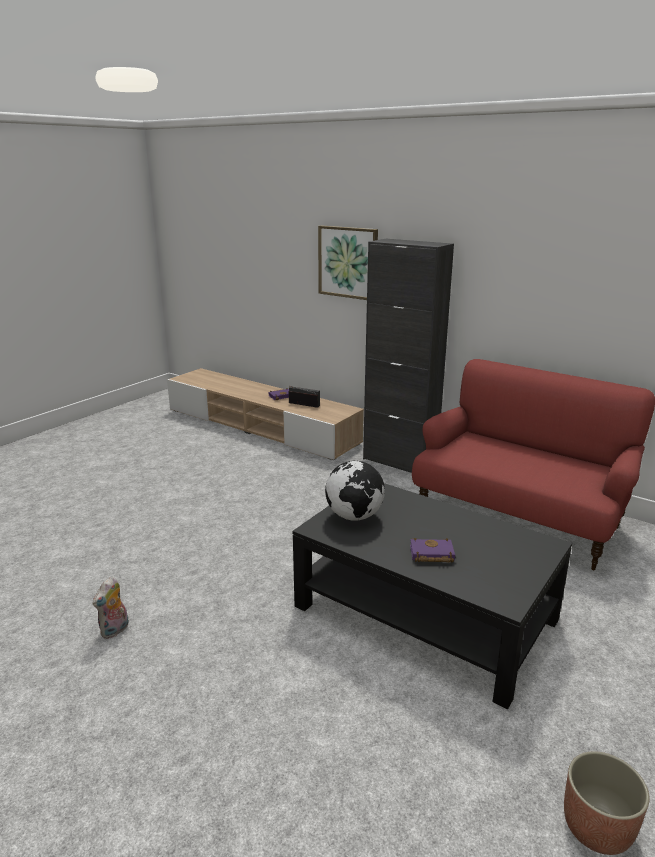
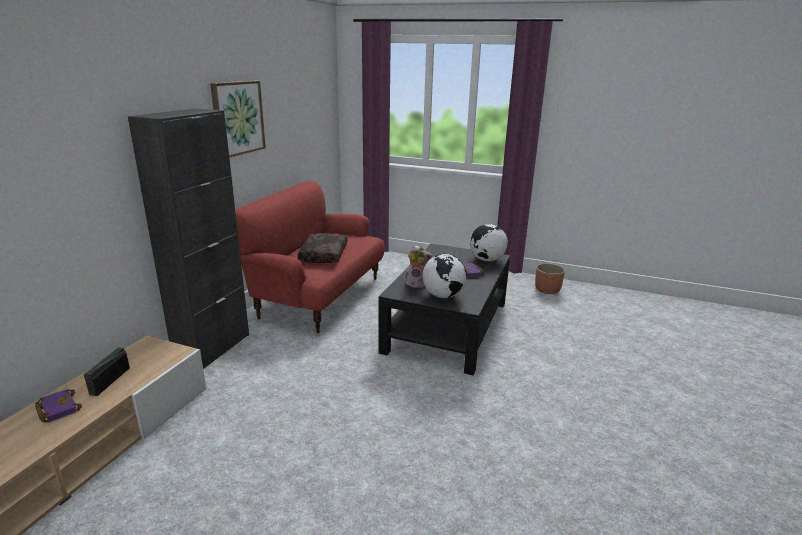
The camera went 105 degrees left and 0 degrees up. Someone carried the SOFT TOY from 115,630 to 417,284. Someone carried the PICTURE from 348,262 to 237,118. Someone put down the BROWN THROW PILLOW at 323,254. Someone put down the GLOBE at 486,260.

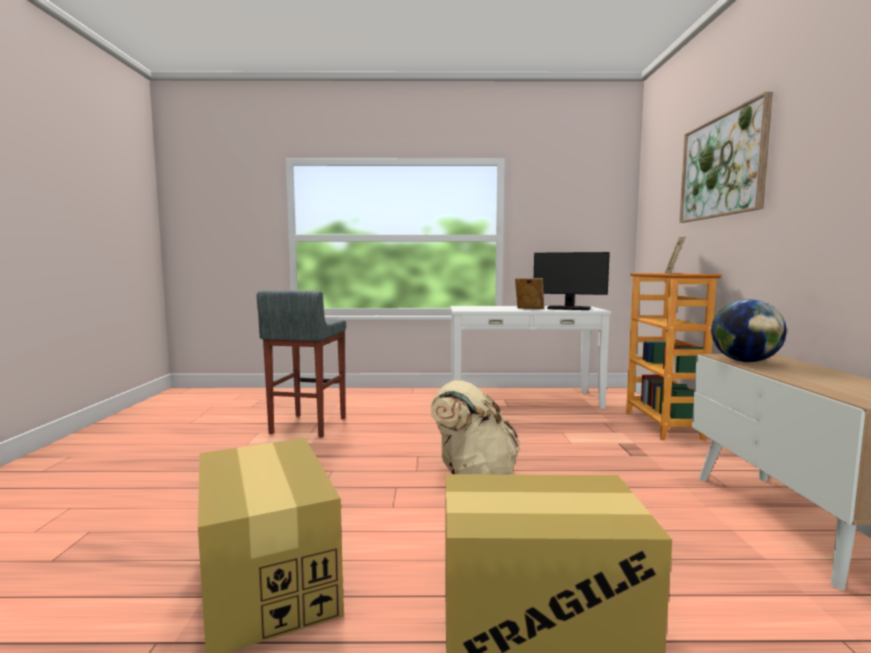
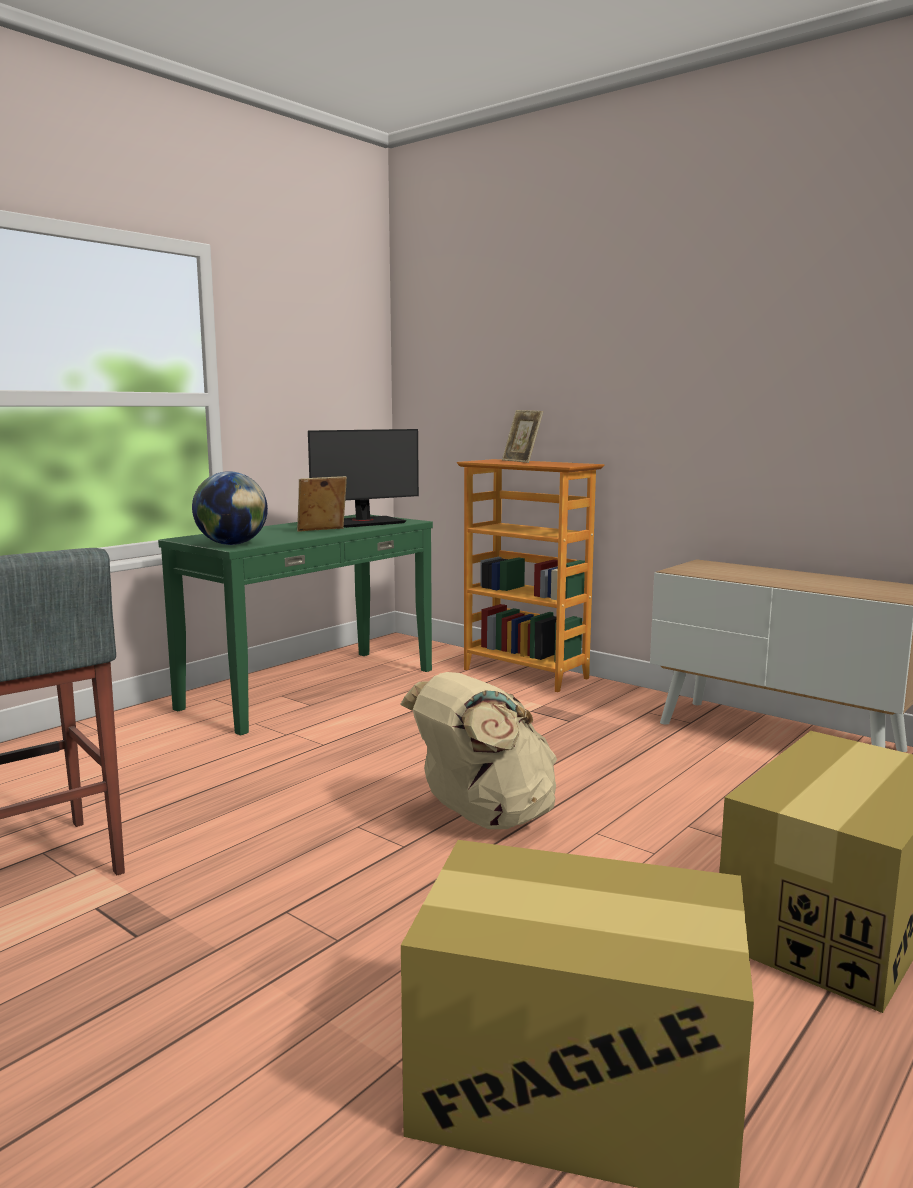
The camera went 50 degrees left and 5 degrees up. Someone repainted the WHITE-COLOURED NARROW TABLE at 523,400, which became the GREENISH NARROW TABLE at 310,688. Someone took away the PICTURE at 722,166. Someone carried the GLOBE from 745,361 to 232,544.

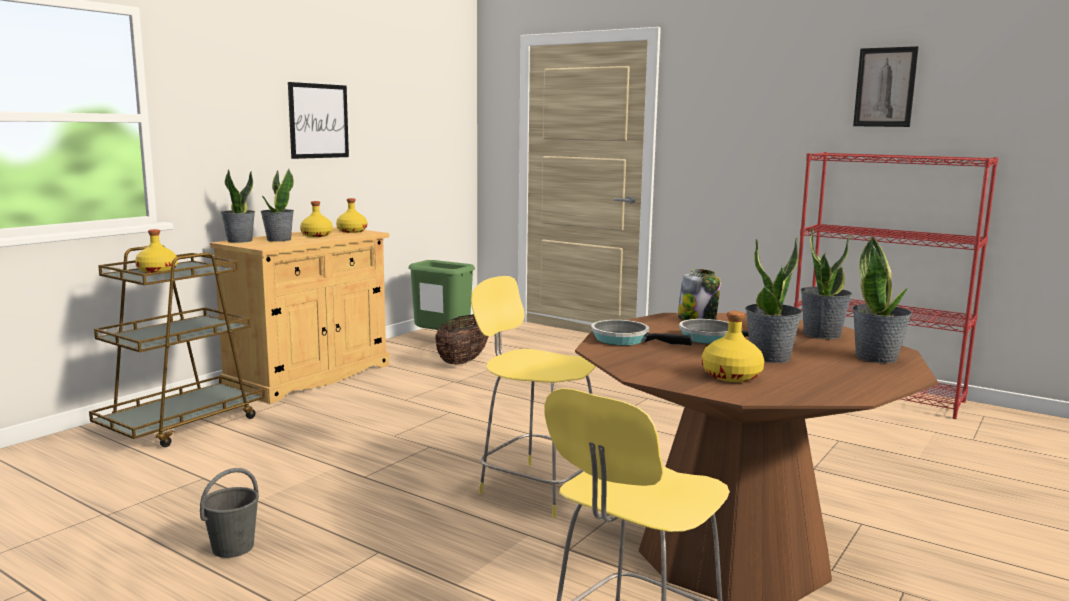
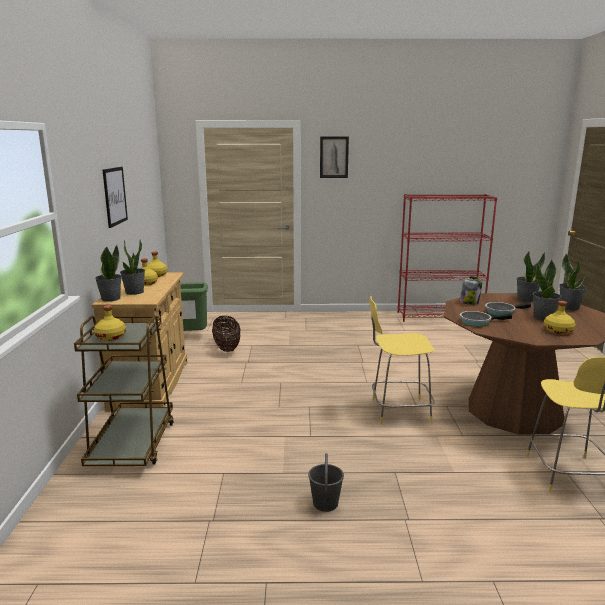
The camera went 35 degrees left and 5 degrees up. Someone carried the PICTURE from 885,87 to 334,157.

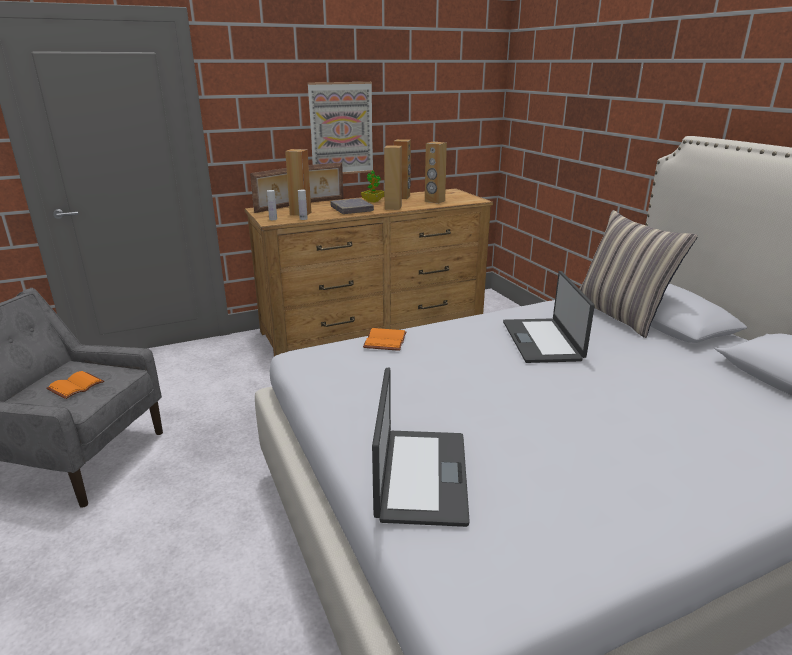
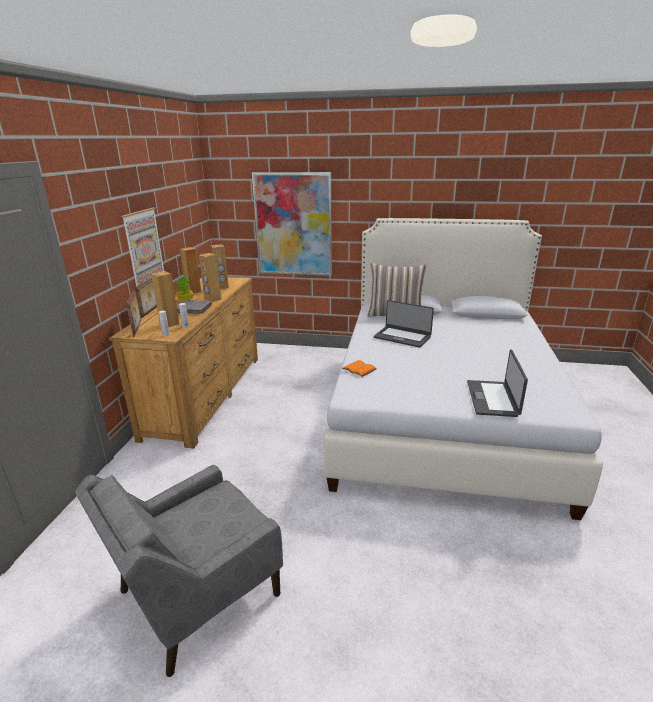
The camera went 55 degrees left and 0 degrees up. Someone took away the ORANGEY BOUND BOOK at 76,385. Someone rotated the LAPTOP at 420,475 by 120 degrees counterclockwise. Someone put up the PICTURE at 293,225.

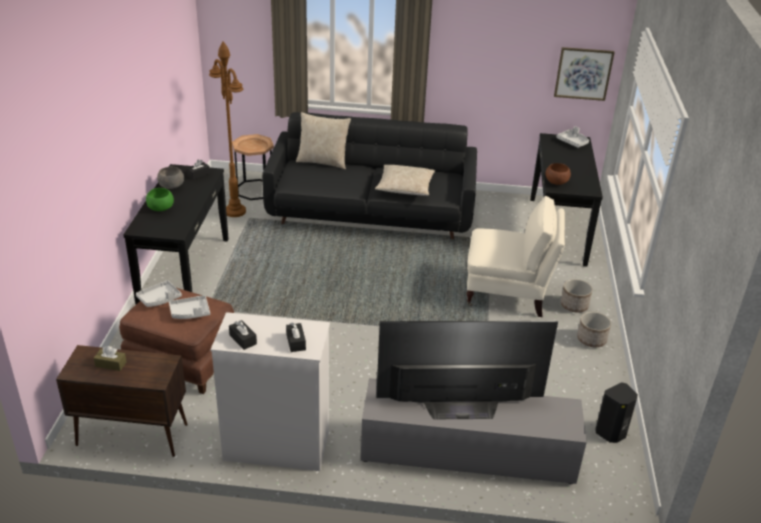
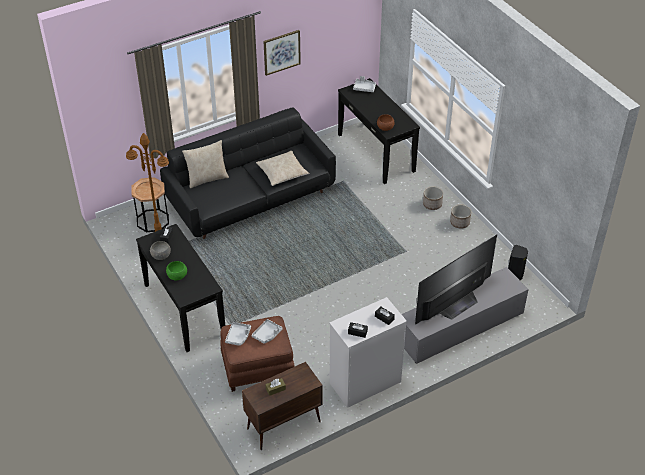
The camera went 35 degrees left and 10 degrees up. Someone took away the BEIGE-COLOURED ARMCHAIR at 508,293. Someone carried the PICTURE from 583,73 to 281,52.

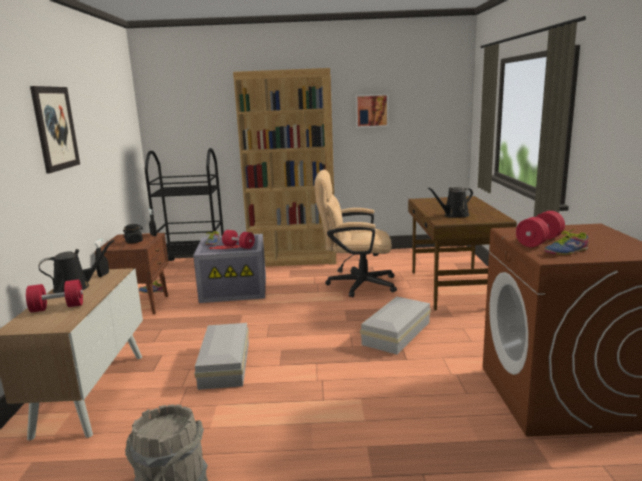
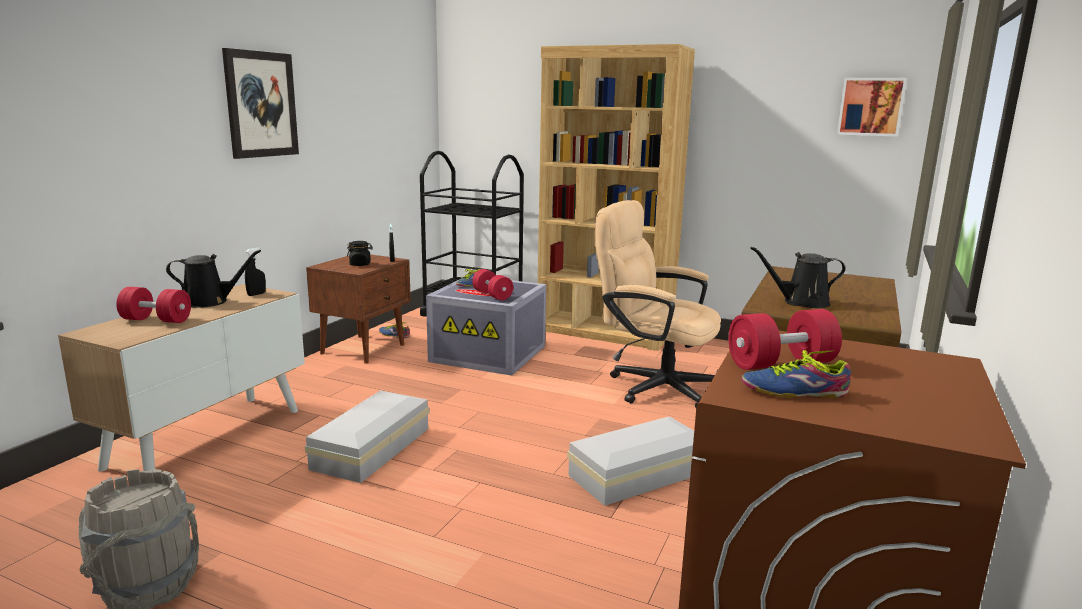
The camera went 25 degrees right and 0 degrees up. Someone carried the PICTURE from 371,110 to 871,107.

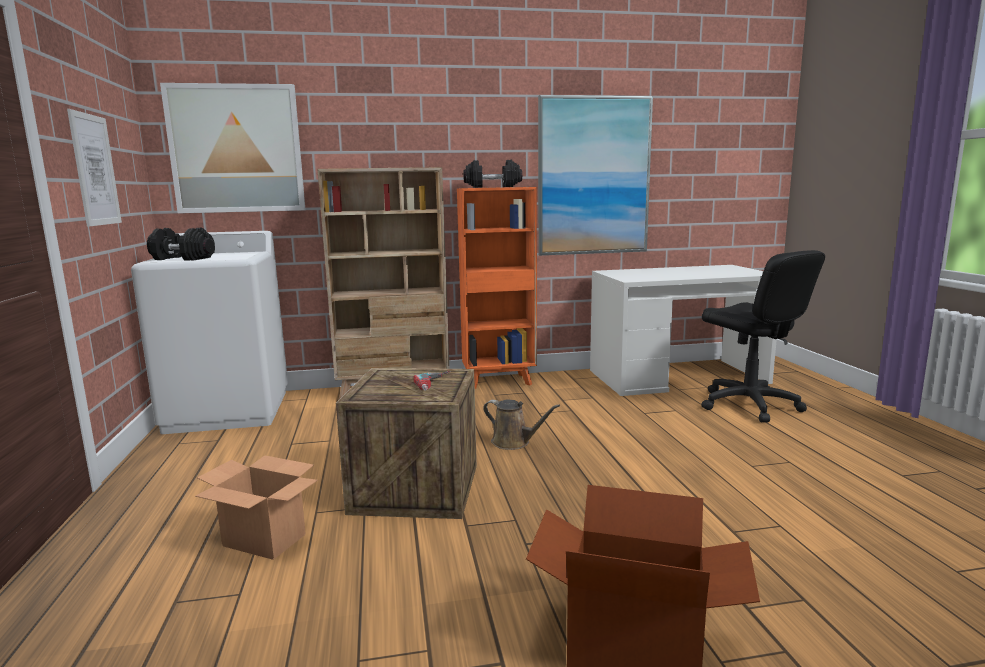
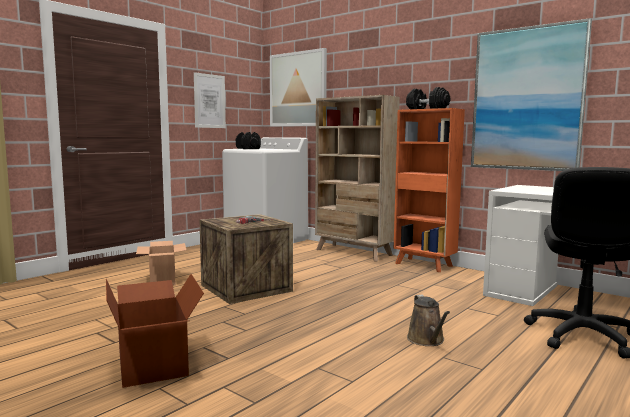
The camera went 50 degrees right and 5 degrees down. Someone carried the BROWN WATERING POT from 514,442 to 427,340.

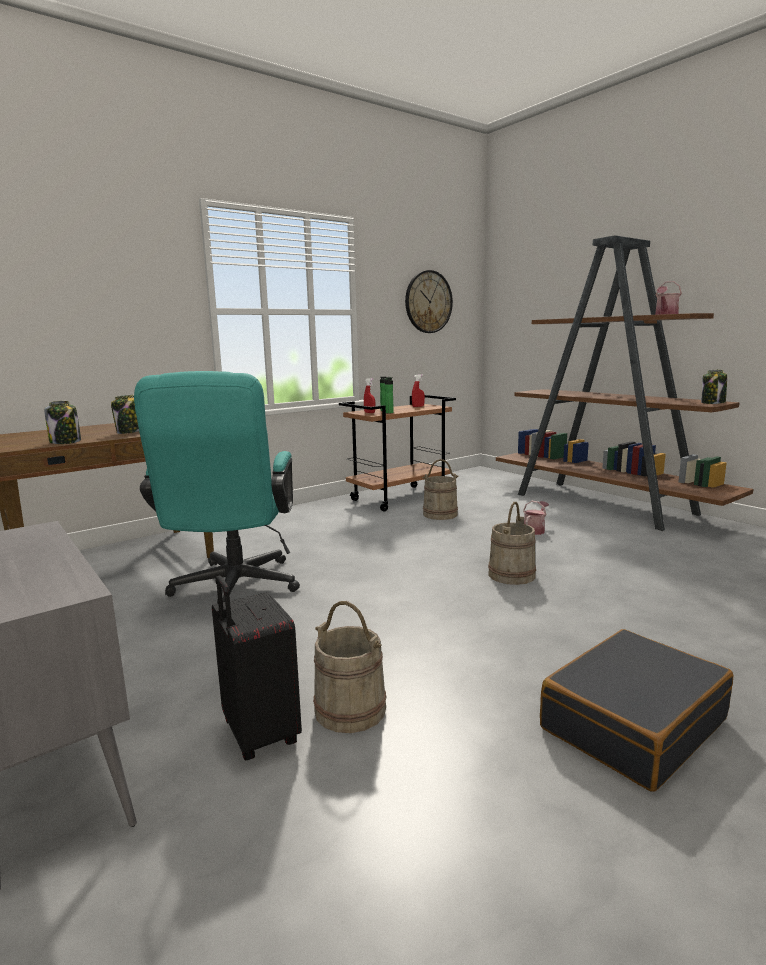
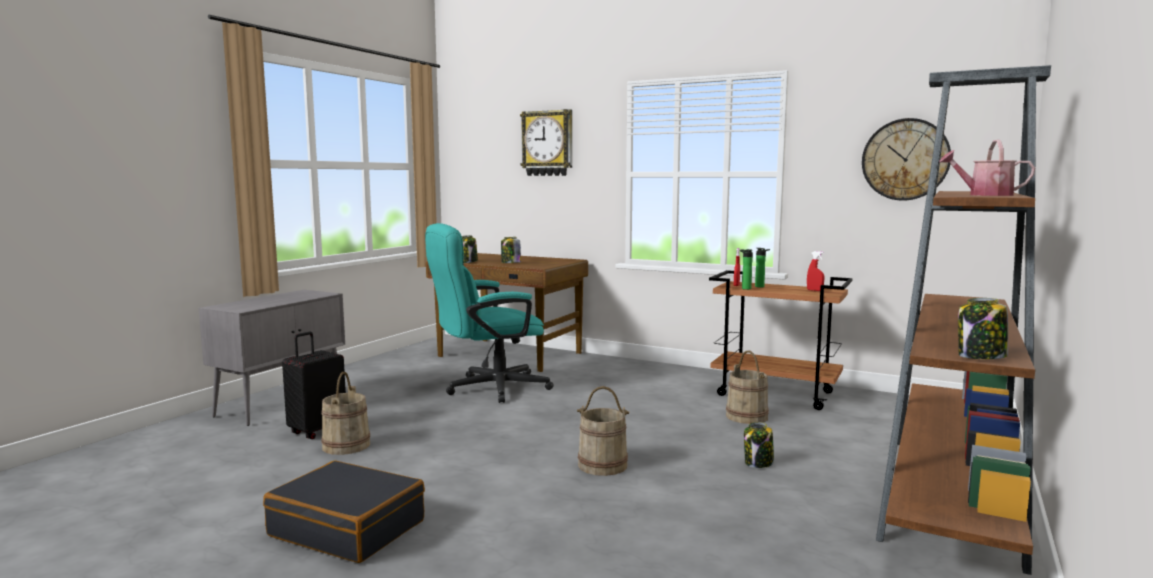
The camera went 65 degrees right and 5 degrees down. Someone swapped the WATERING POT at 535,530 for the STORAGE JAR at 758,463. Someone put up the HANGING CLOCK at 547,143.

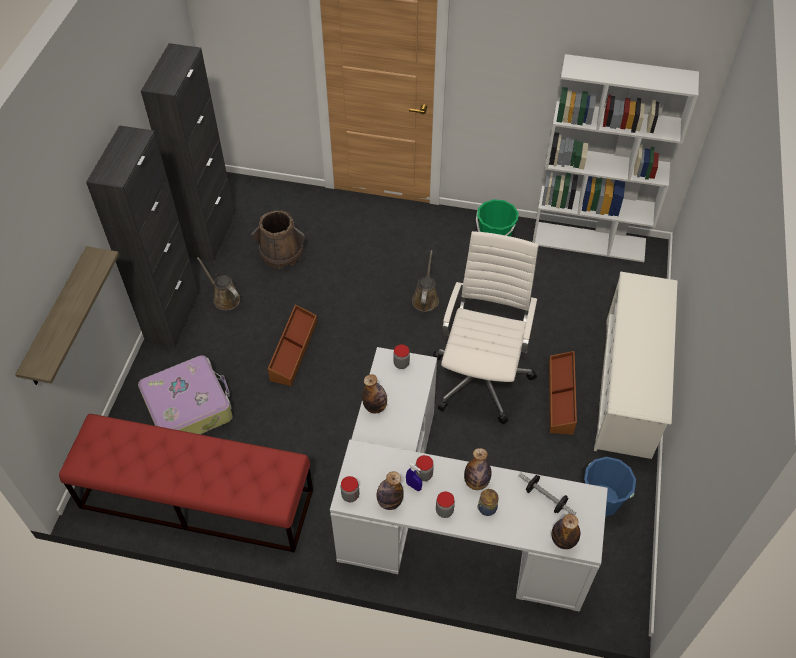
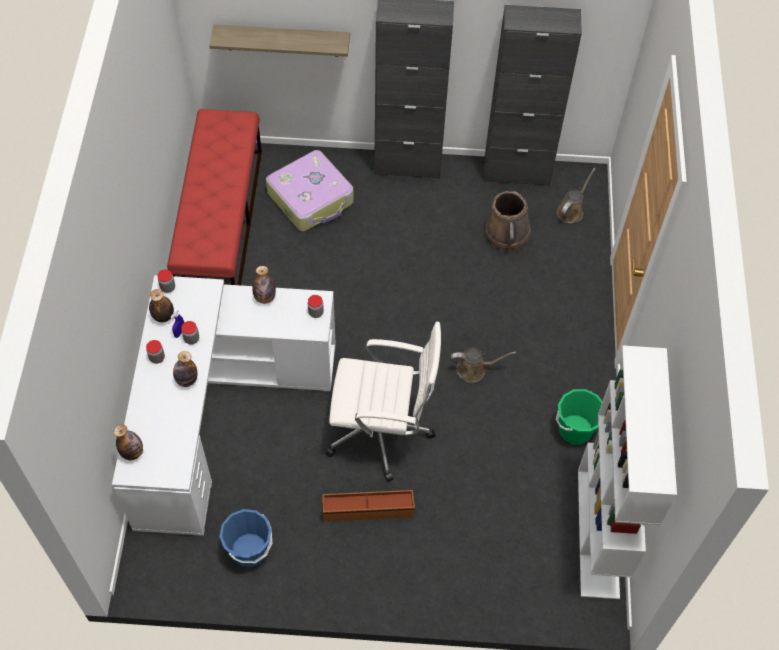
The camera went 80 degrees right and 5 degrees up. Someone carried the BROWN WATERING POT from 224,298 to 571,211. Someone took away the BROWN STORAGE BOX at 293,350. Someone took away the STORAGE JAR at 486,508. Someone took away the DUMBBELL at 545,498. Someone took away the WHITE-COLOURED SHOE STAND at 628,387.

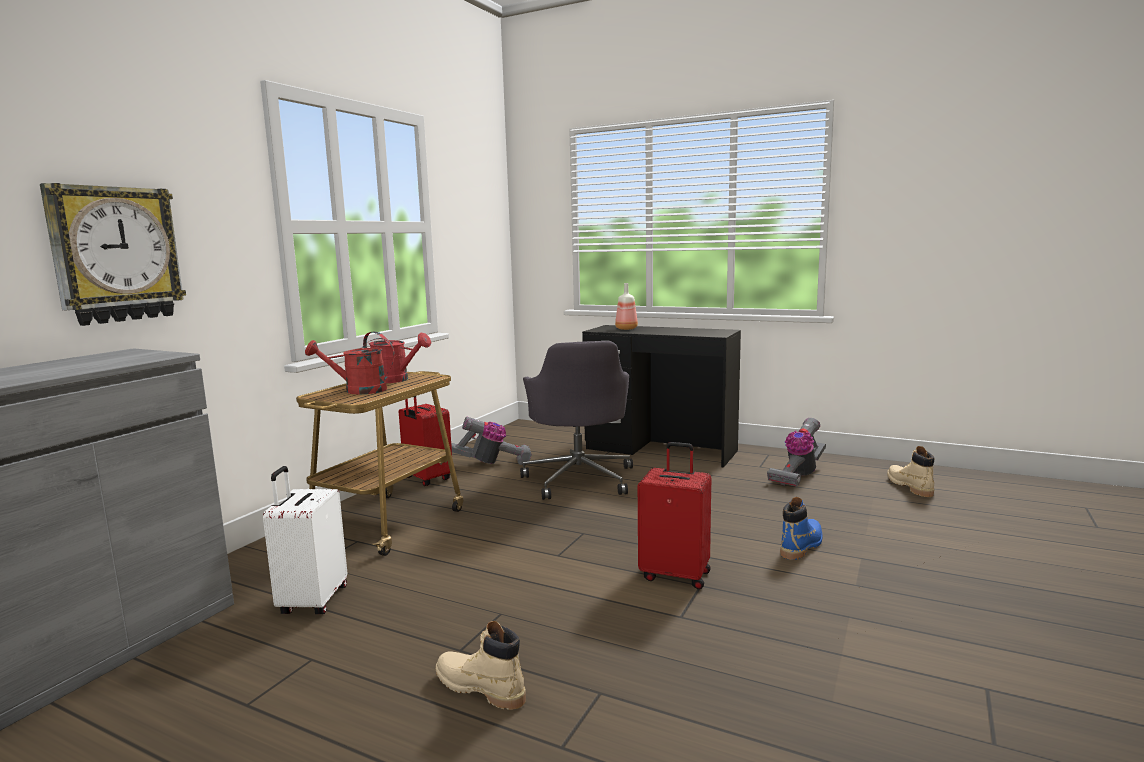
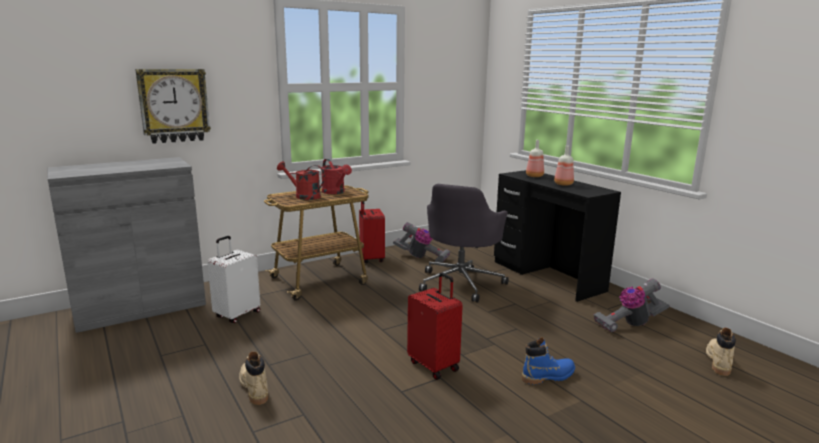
The camera went 30 degrees right and 5 degrees up. Someone put down the BOTTLE at 564,184.

